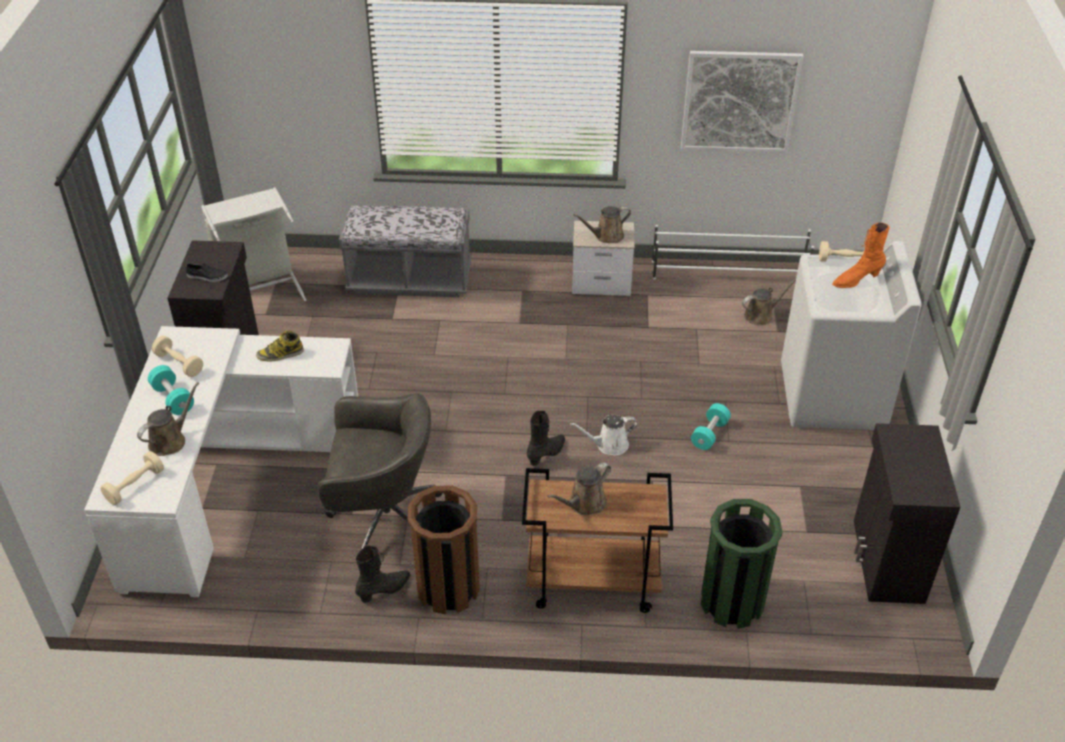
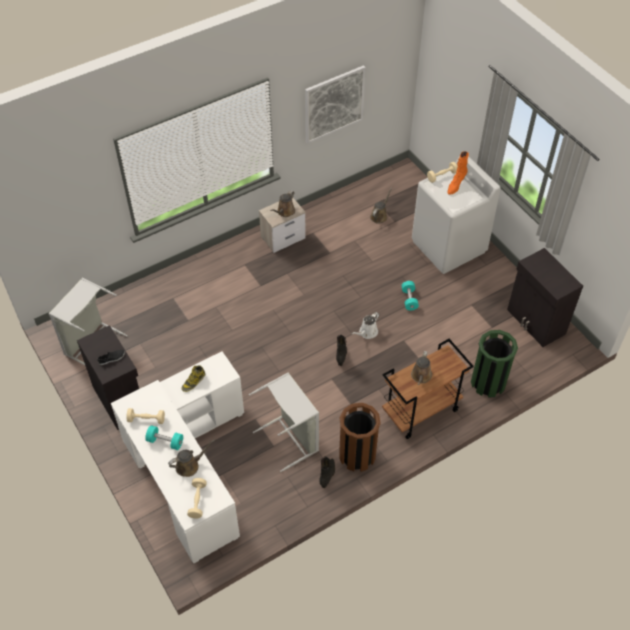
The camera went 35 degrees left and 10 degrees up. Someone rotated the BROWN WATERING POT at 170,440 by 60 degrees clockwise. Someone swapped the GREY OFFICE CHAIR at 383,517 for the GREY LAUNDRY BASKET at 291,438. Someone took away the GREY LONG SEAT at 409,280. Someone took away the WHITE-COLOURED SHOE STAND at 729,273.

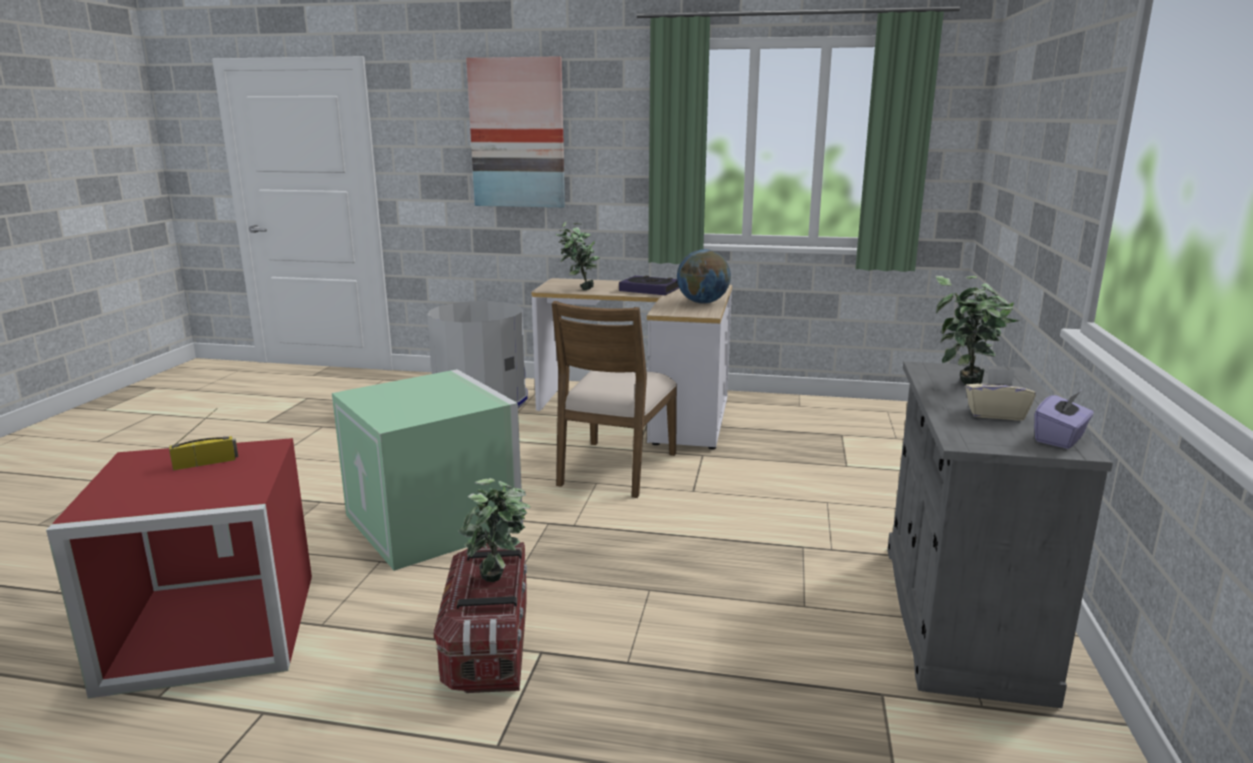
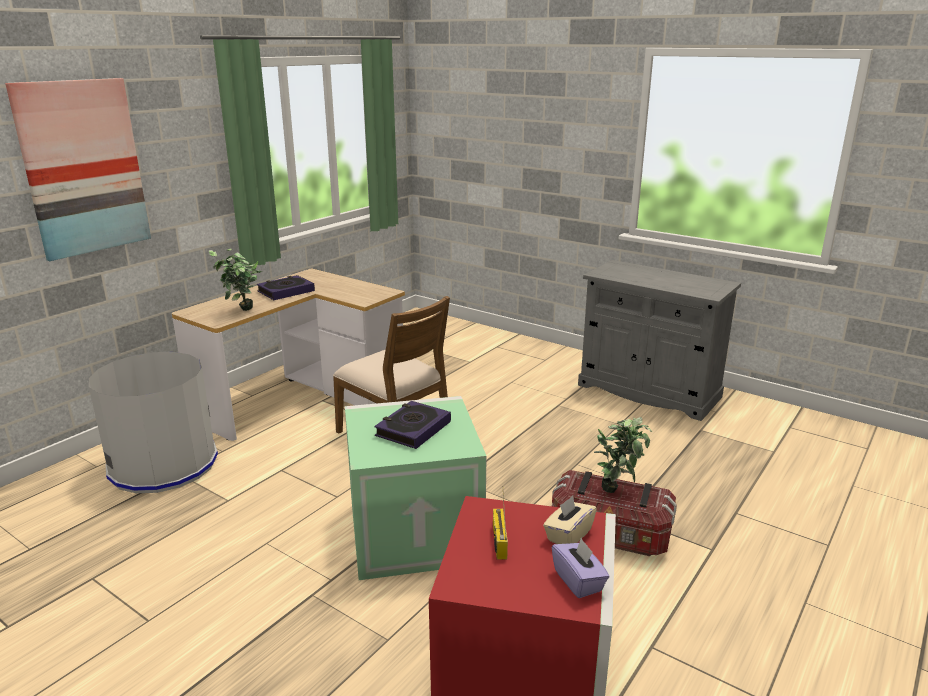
The camera went 65 degrees left and 5 degrees up. Someone took away the GLOBE at 702,302. Someone took away the HOUSEPLANT at 965,387. Someone carried the BEIGE-COLOURED TISSUE BOX from 995,414 to 568,535. Someone carried the PURPLE-COLOURED TISSUE BOX from 1060,439 to 578,581. Someone put down the BOUND BOOK at 413,429.

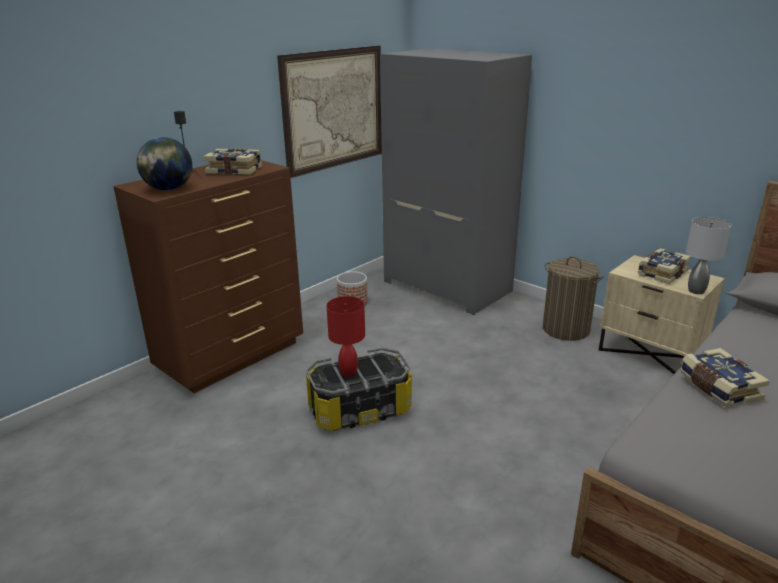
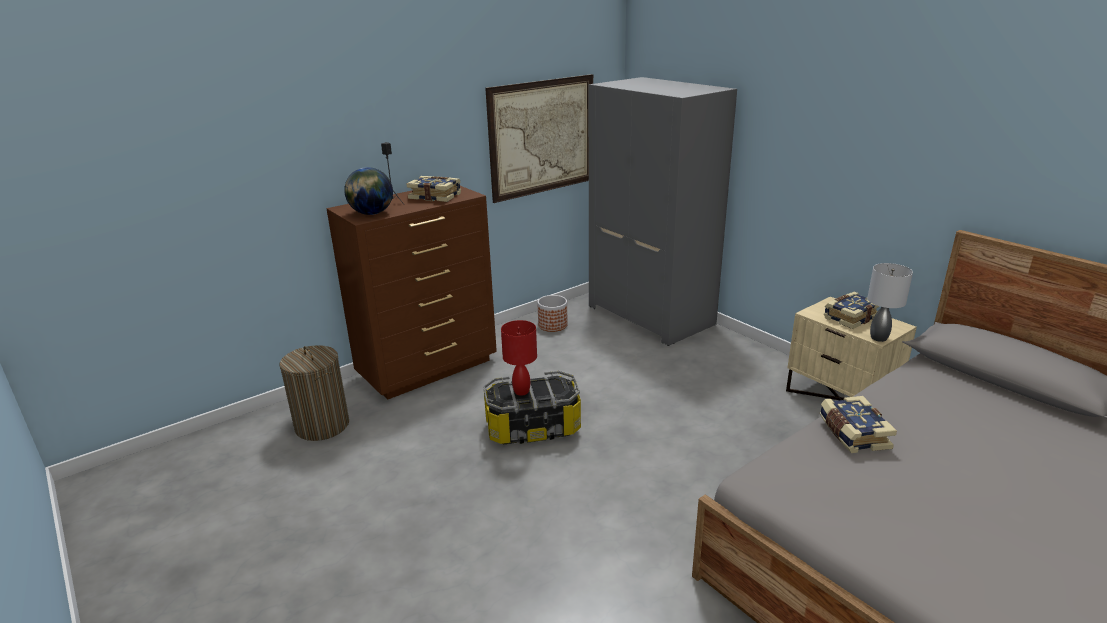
The camera went 10 degrees right and 0 degrees up. Someone carried the LAUNDRY BASKET from 566,329 to 322,425.

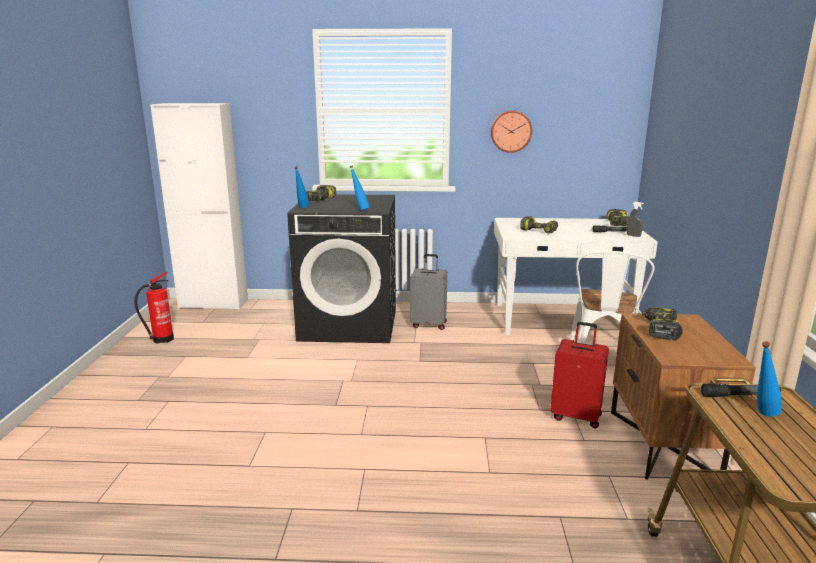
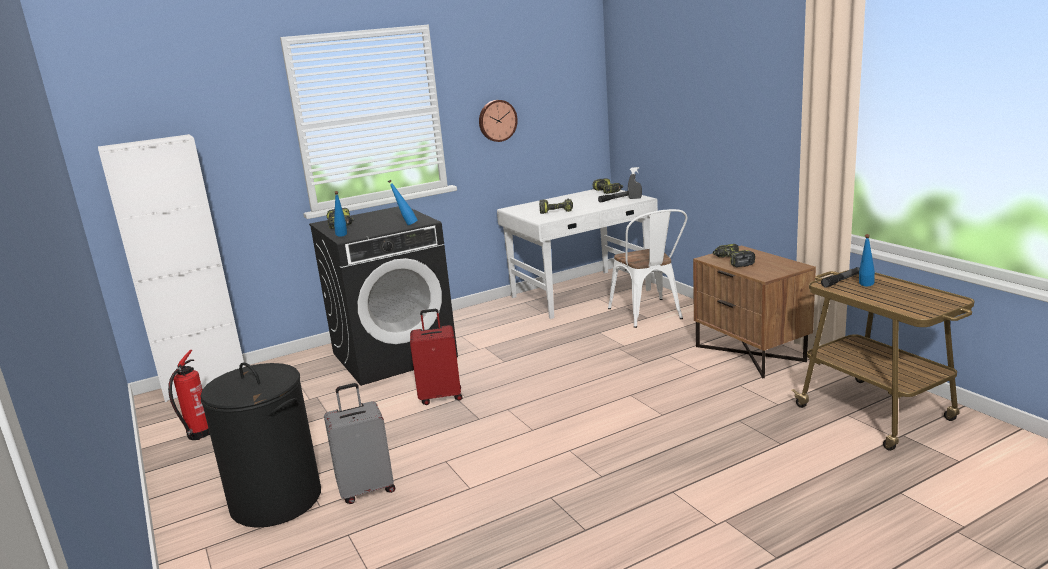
The camera went 30 degrees left and 0 degrees up. Someone carried the GREY PIECE OF LUGGAGE from 429,324 to 366,489. Someone carried the RED-COLOURED PIECE OF LUGGAGE from 576,416 to 440,396. Someone put down the BLACKISH LAUNDRY BASKET at 277,500.

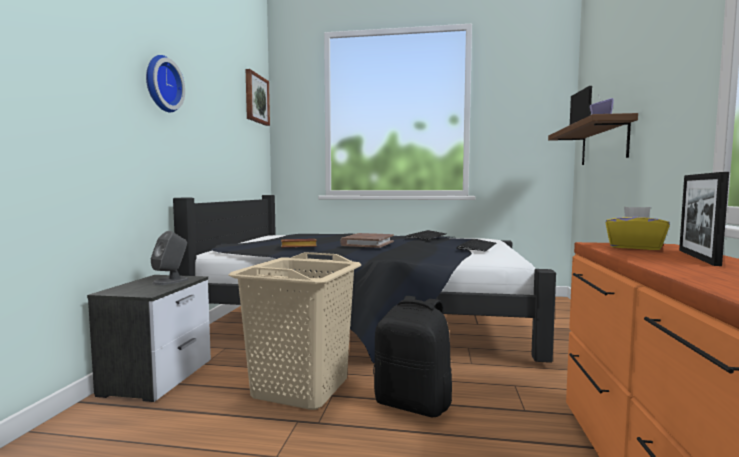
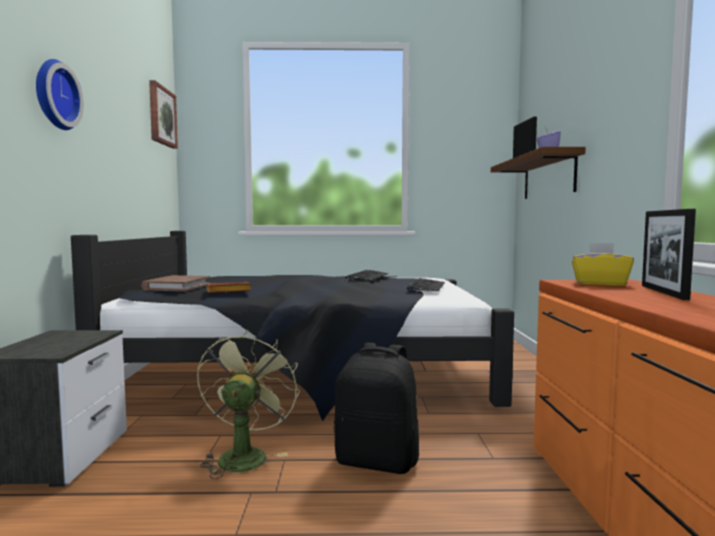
The camera went 10 degrees left and 0 degrees up. Someone took away the GREY SPEAKER at 171,281. Someone swapped the BEIGE-COLOURED LAUNDRY BASKET at 300,388 for the GREENISH ELECTRIC FAN at 244,455. Someone carried the BROWN BOUND BOOK from 367,243 to 177,287.

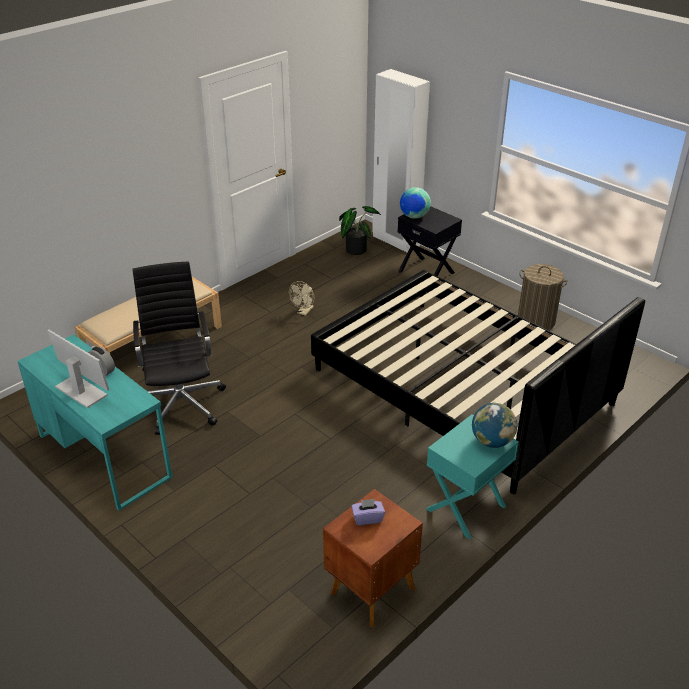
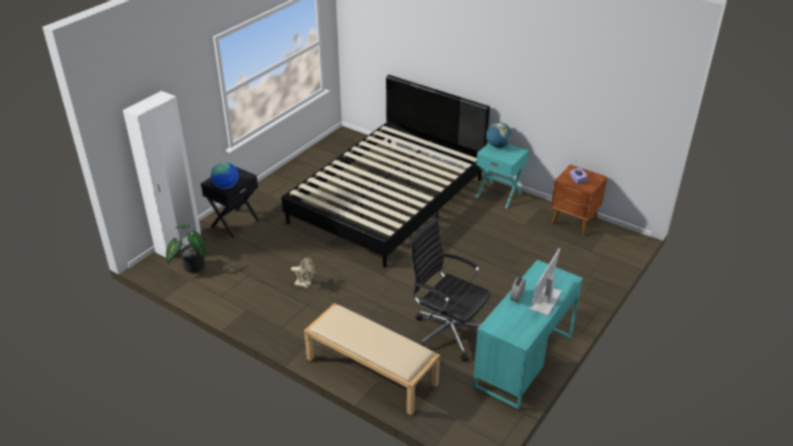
The camera went 100 degrees left and 0 degrees up. Someone rotated the BLACKISH OFFICE CHAIR at 181,402 by 60 degrees clockwise. Someone took away the LAUNDRY BASKET at 536,321.

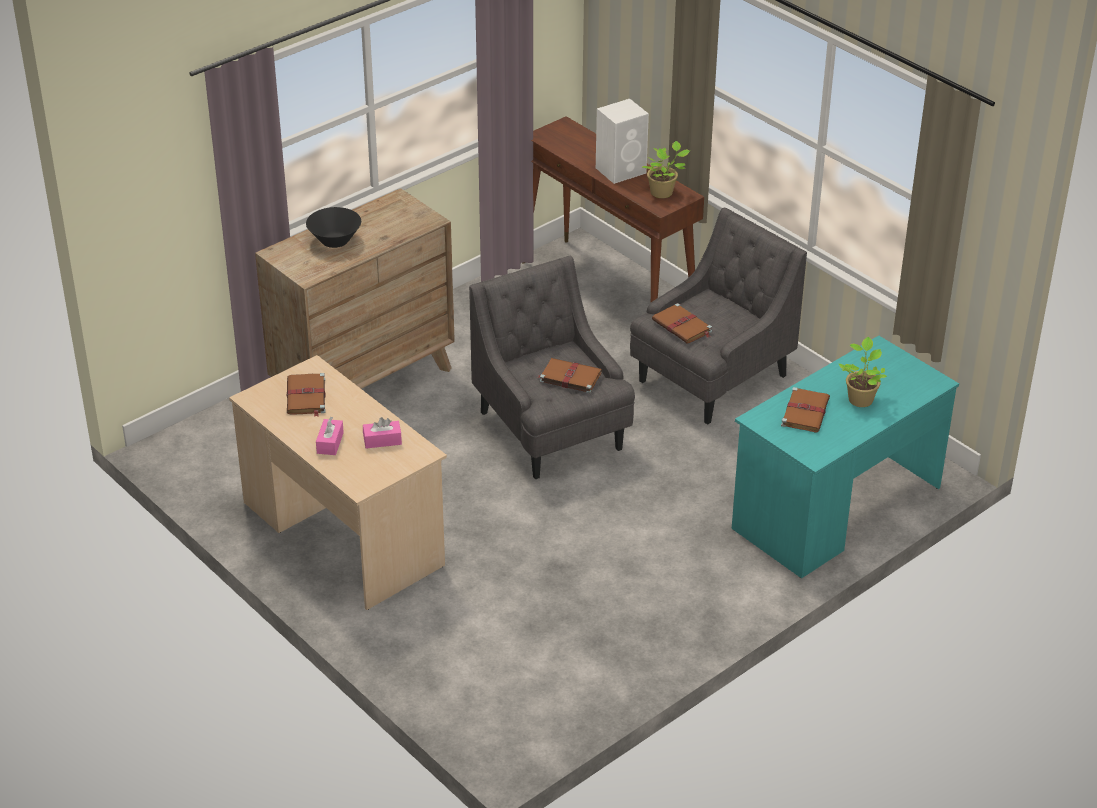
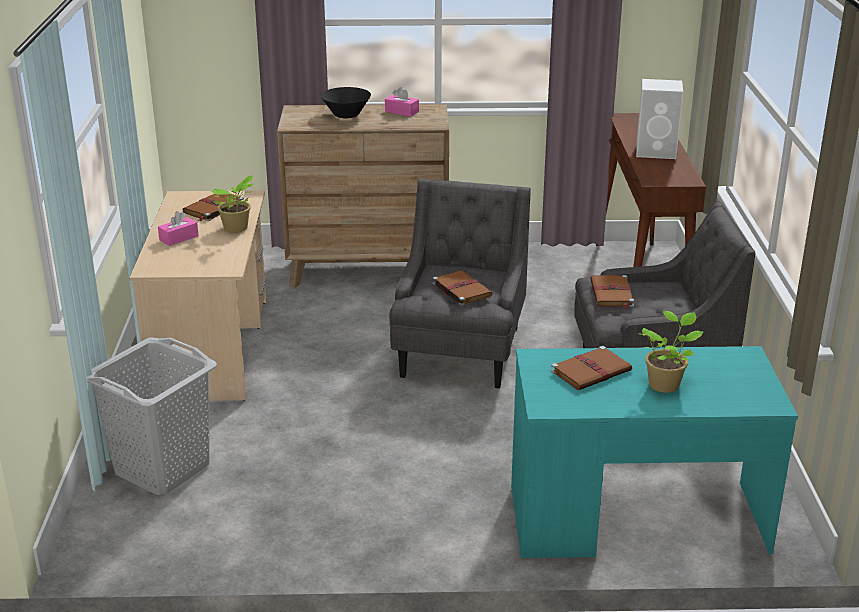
The camera went 40 degrees right and 10 degrees down. Someone carried the PINK-COLOURED TISSUE BOX from 382,440 to 402,111. Someone carried the HOUSEPLANT from 663,193 to 237,228. Someone put down the GREY LAUNDRY BASKET at 161,469.

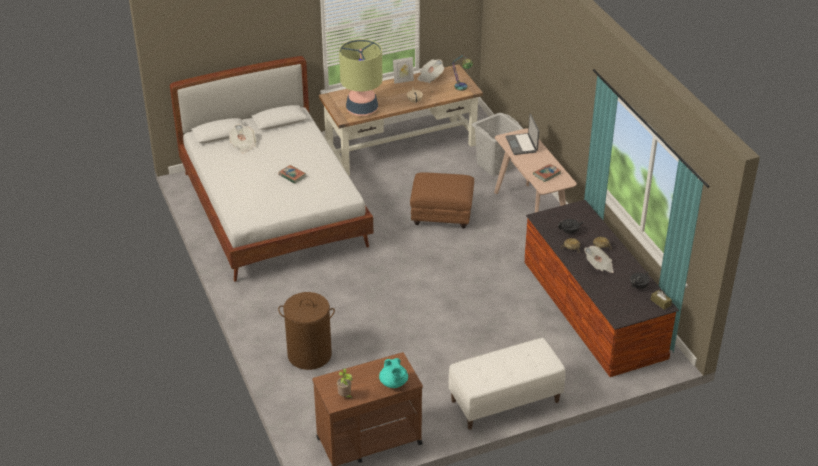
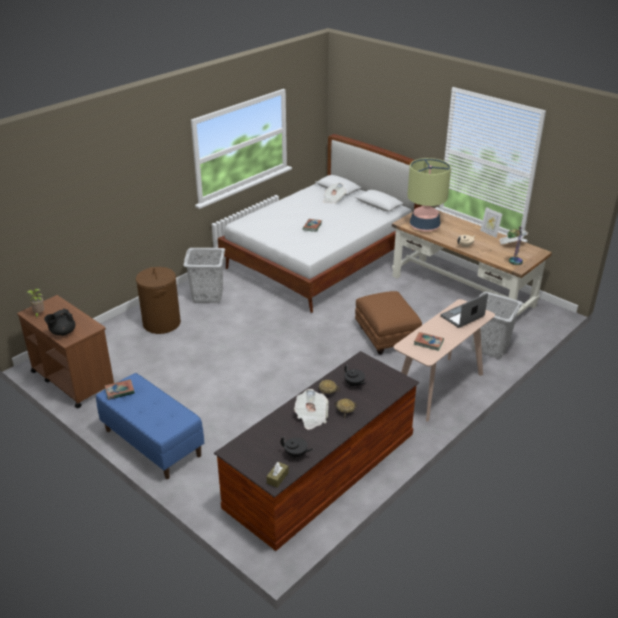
The camera went 65 degrees right and 5 degrees down. Someone repainted the BLUE-GREEN POT FOR TEA at 394,383, which became the BLACKISH POT FOR TEA at 62,332. Someone repainted the WHITE-COLOURED LONG SEAT at 505,401, which became the BLUE-COLOURED LONG SEAT at 152,443. Someone put down the BOUND BOOK at 119,391. Someone put down the GREY LAUNDRY BASKET at 207,296.

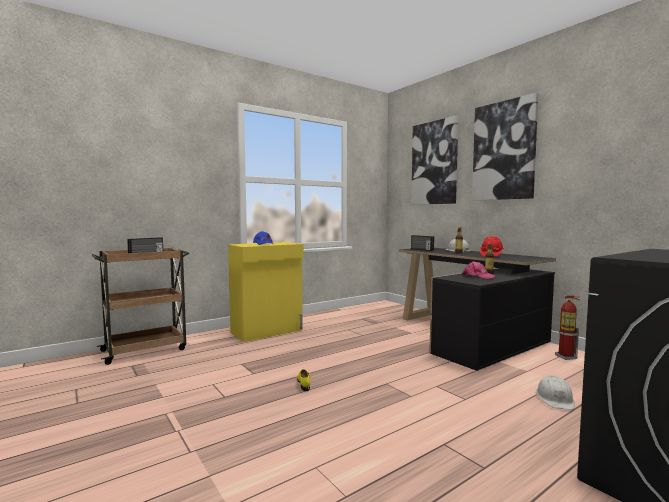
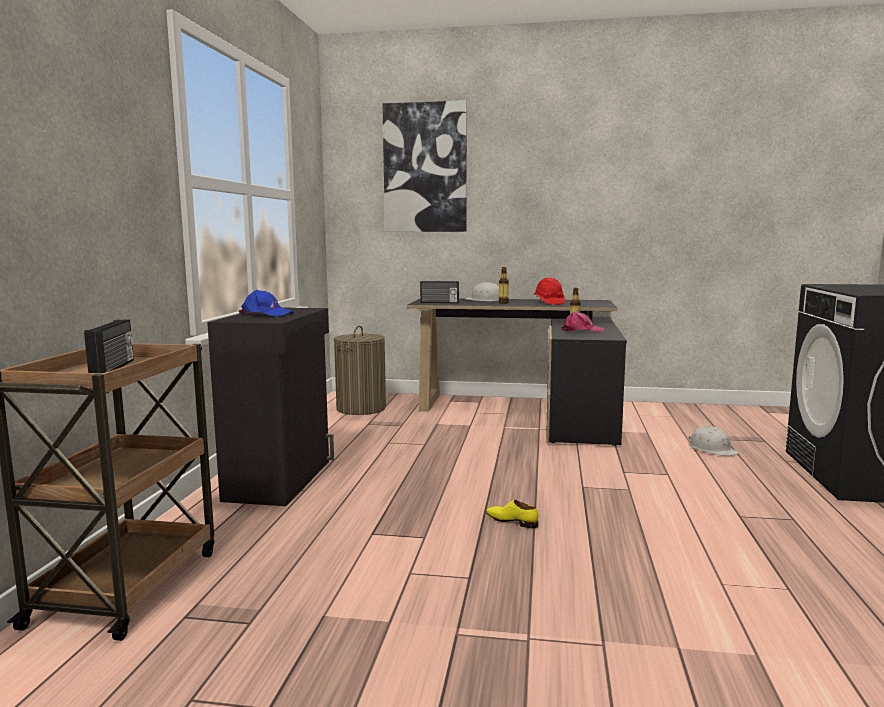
The camera went 45 degrees left and 5 degrees up. Someone repainted the YELLOW CABINET at 268,331, which became the BLACKISH CABINET at 281,479. Someone took away the PICTURE at 504,151. Someone took away the EXTINGUISHER at 566,357. Someone put down the LAUNDRY BASKET at 361,408.

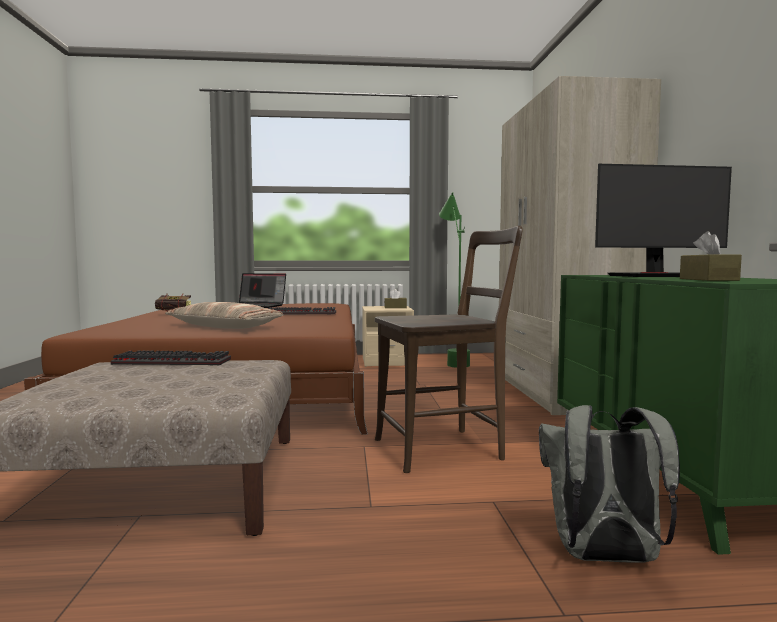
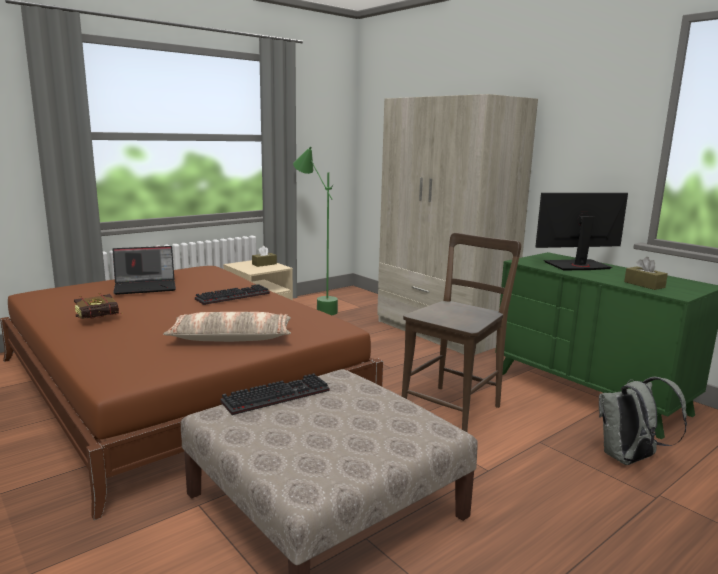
The camera went 35 degrees left and 10 degrees up. Someone rotated the MONITOR at 658,276 by 150 degrees counterclockwise.

